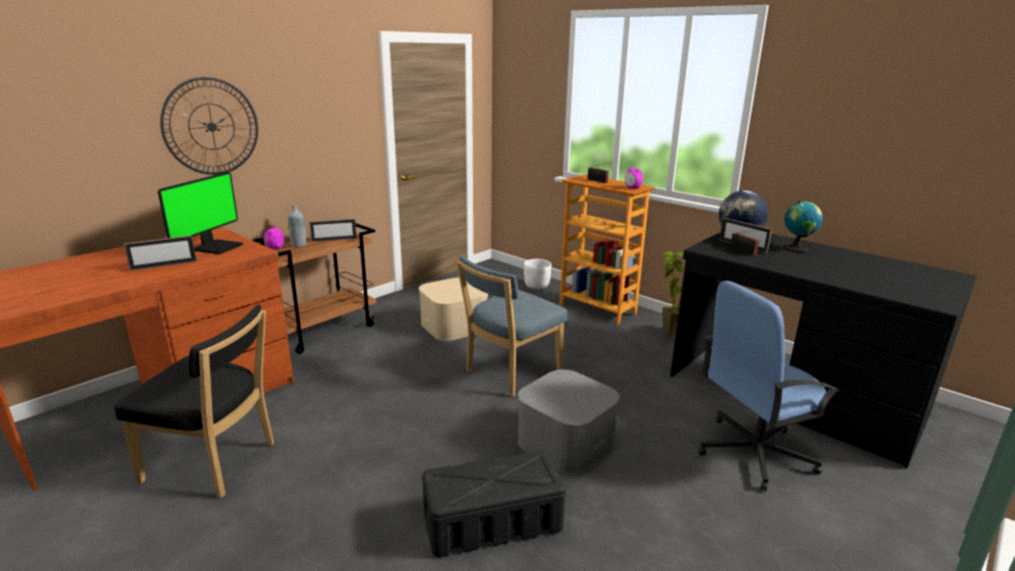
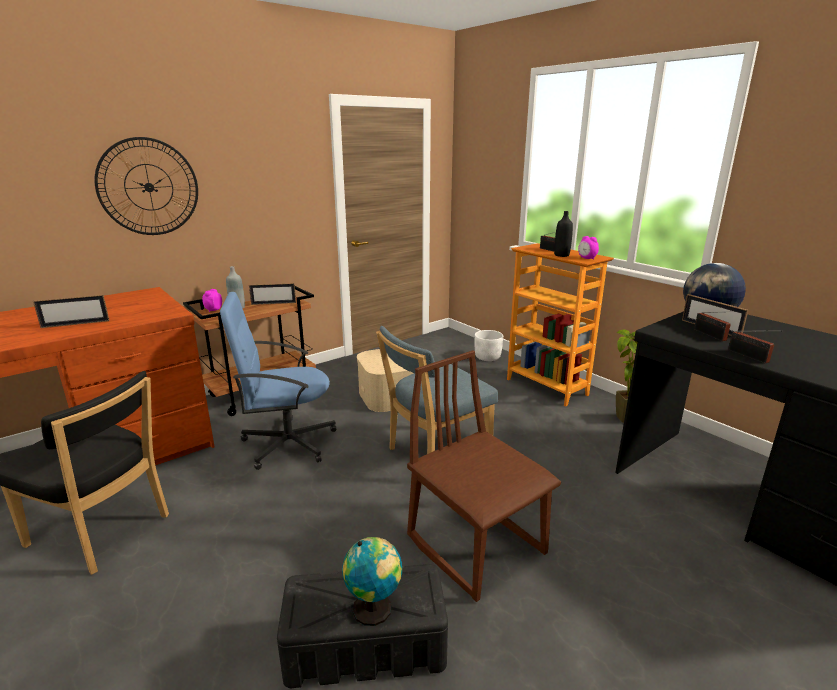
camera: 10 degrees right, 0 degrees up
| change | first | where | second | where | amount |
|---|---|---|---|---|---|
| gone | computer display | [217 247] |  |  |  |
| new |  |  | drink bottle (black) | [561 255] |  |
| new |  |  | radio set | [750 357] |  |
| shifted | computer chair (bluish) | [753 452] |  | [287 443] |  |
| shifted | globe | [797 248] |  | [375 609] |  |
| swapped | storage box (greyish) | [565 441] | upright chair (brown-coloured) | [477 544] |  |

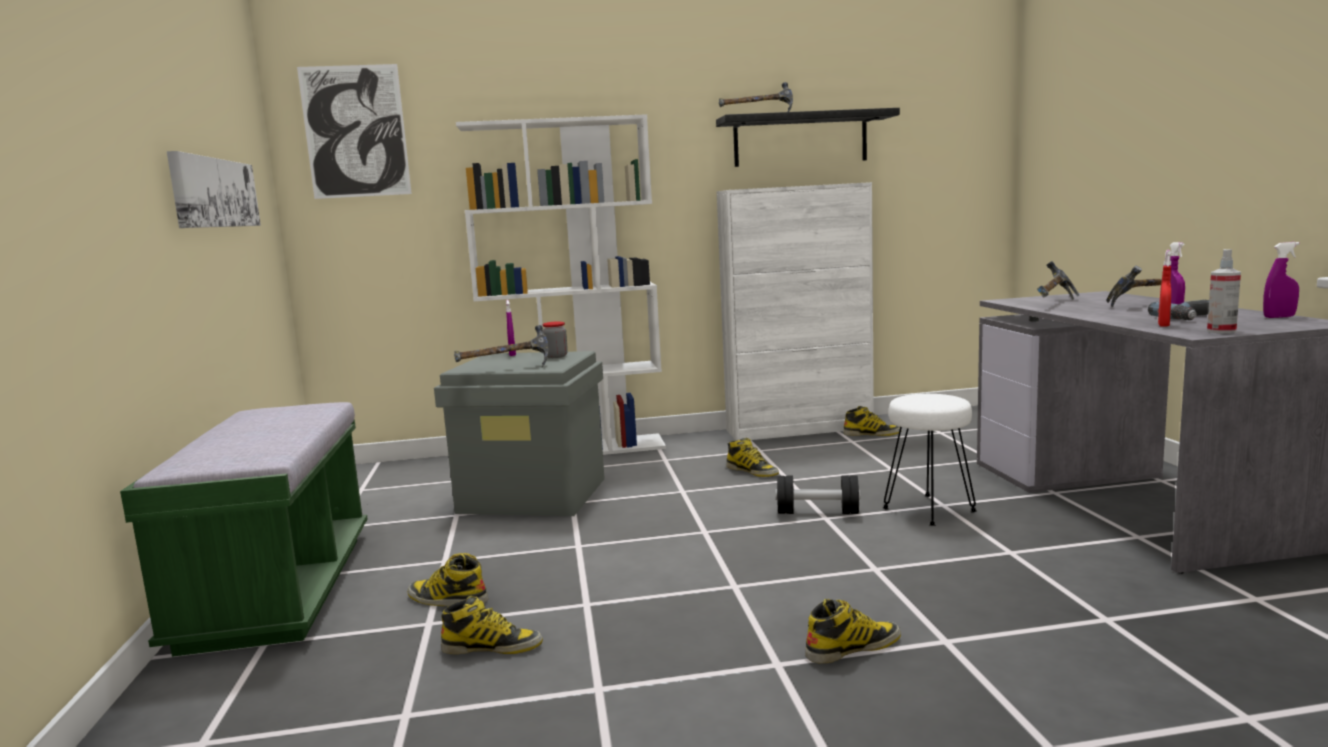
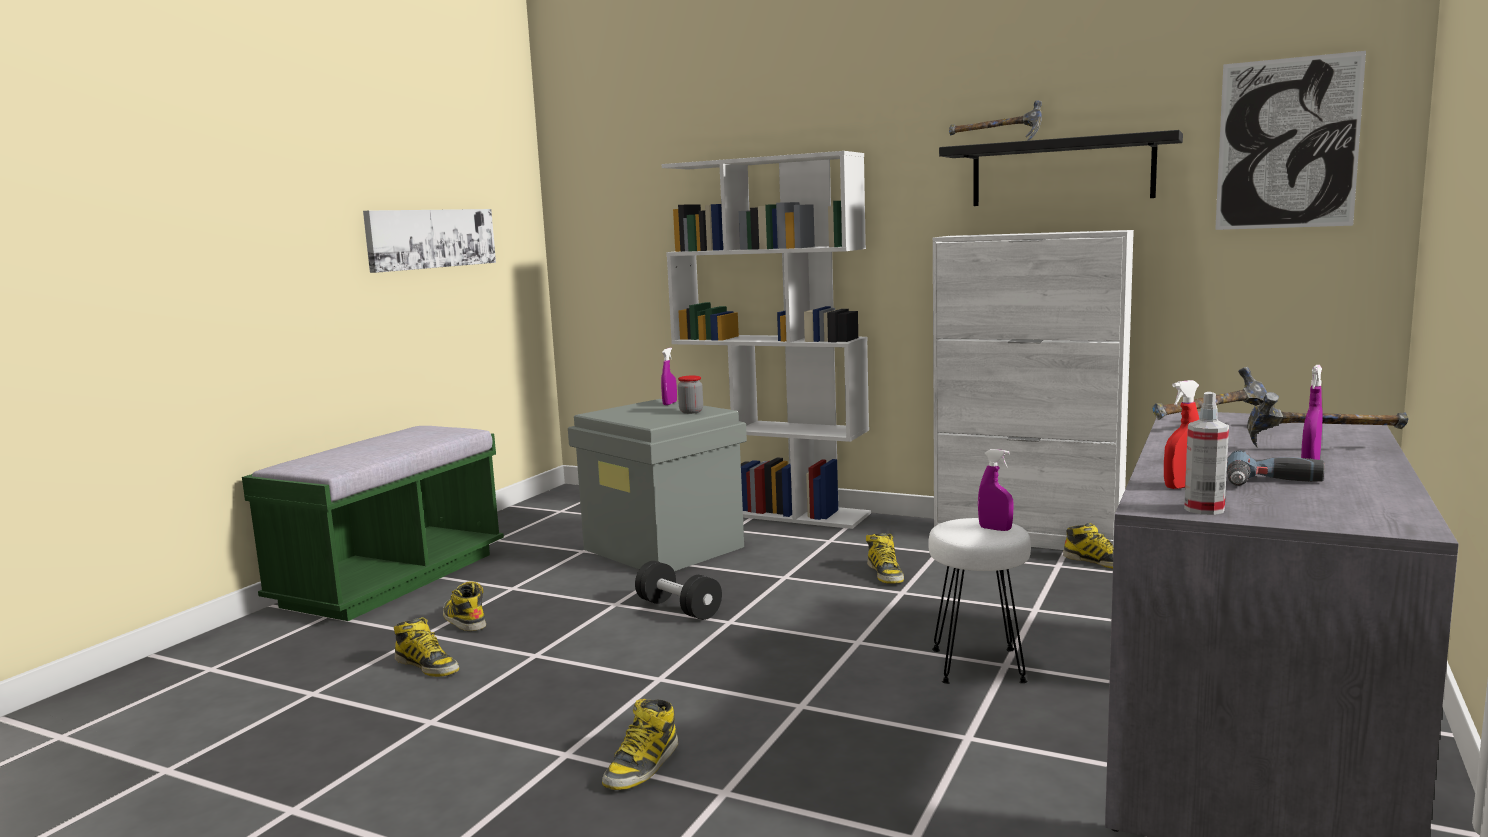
camera: 35 degrees right, 0 degrees up
| change | first | where | second | where | amount |
|---|---|---|---|---|---|
| gone | tool hammer | [506 369] |  |  |  |
| shifted | wall picture | [355 131] |  | [1287 144] |  |
| shifted | free weight (black) | [817 512] |  | [678 608] |  |
| shifted | hand sprayer (purplish) | [1279 317] |  | [995 529] |  |
| rotated | high-top boot | [852 647] |  | [642 765] | 105 degrees clockwise |

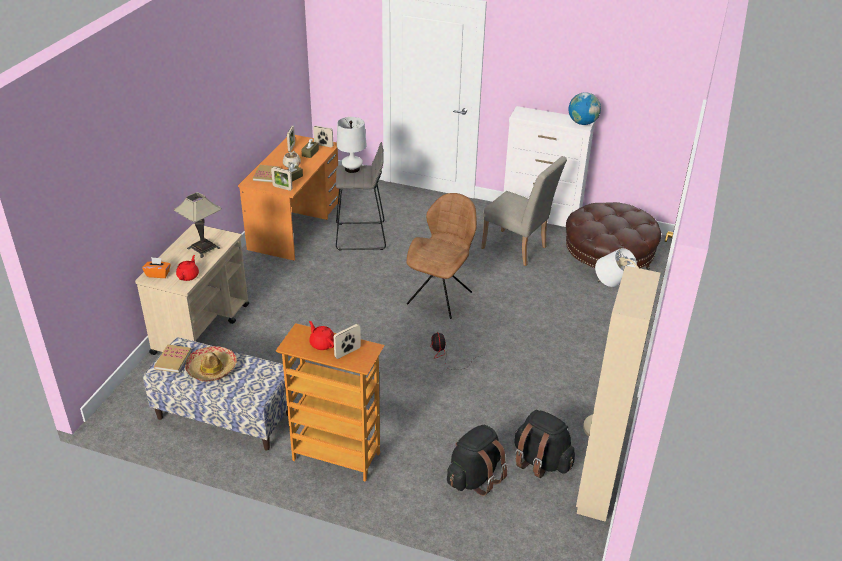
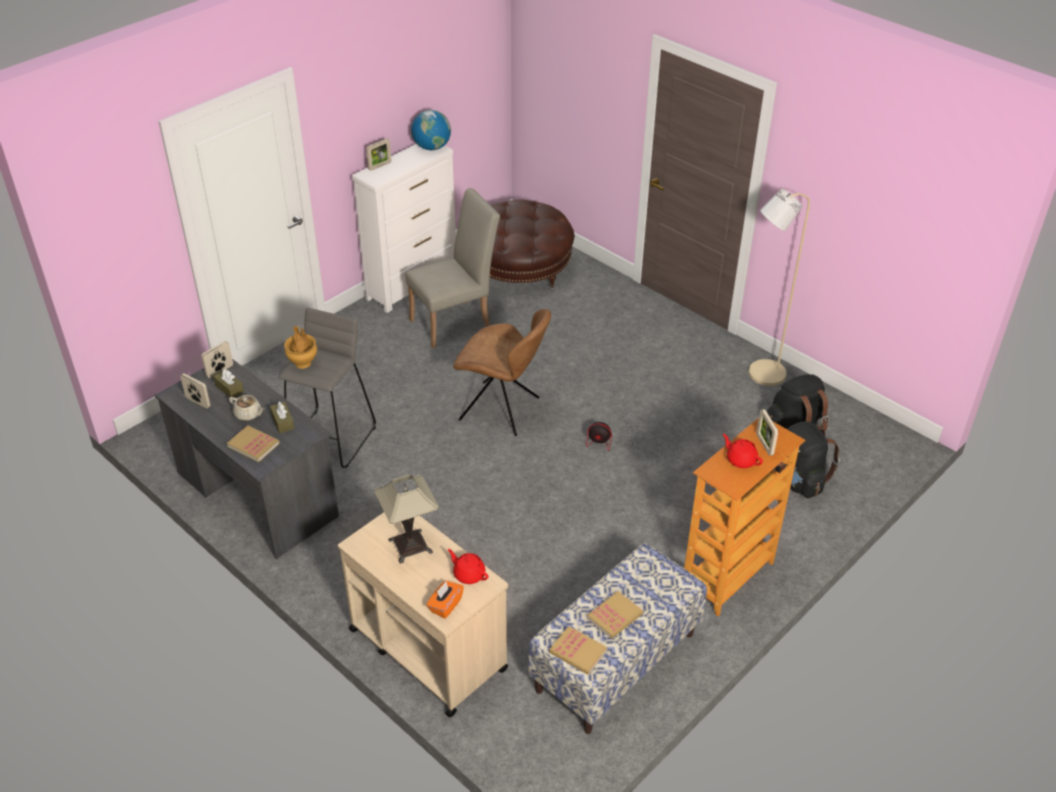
camera: 65 degrees left, 5 degrees up
| change | first | where | second | where | amount |
|---|---|---|---|---|---|
| gone | armoire (beige-coloured) | [596 490] |  |  |  |
| shifted | photo frame | [282 188] |  | [380 166] |  |
| swapped | clothing hat | [212 369] | book | [614 616] |  |
| swapped | lamp for a table (white-coloured) | [352 169] | decorative vase (brown-coloured) | [303 363] |  |
| repainted | desk unit (orange) | [295 226] | desk unit (greyish) | [257 494] |  |
| rotated | pot for tea (red) | [322 343] |  | [741 460] | 60 degrees clockwise |
| rotated | upright chair (brown-coloured) | [441 297] |  | [502 410] | 150 degrees clockwise |

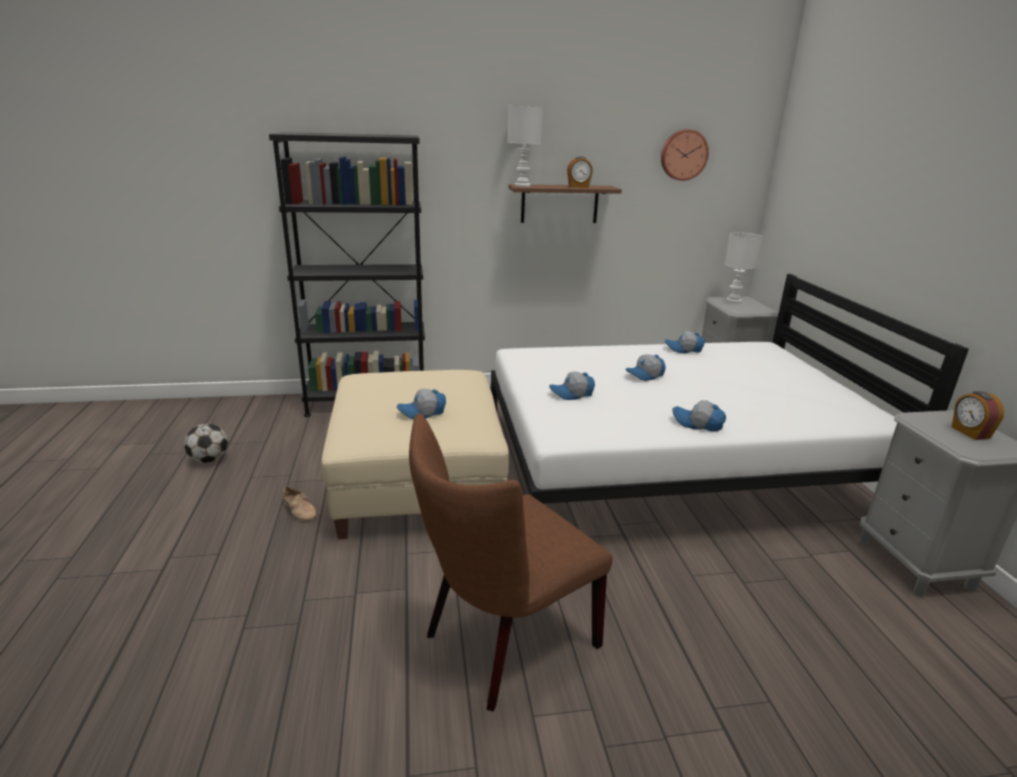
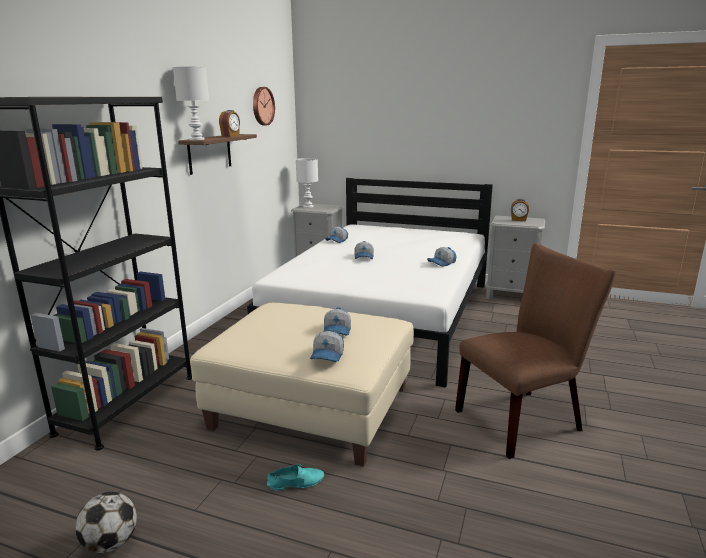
camera: 60 degrees left, 5 degrees down
| change | first | where | second | where | amount |
|---|---|---|---|---|---|
| shifted | baseball cap | [572 394] |  | [328 355] |  |
| repainted | item of footwear (beige-coloured) | [300 509] | item of footwear (turquoise-coloured) | [296 482] |  |
| rotated | upright chair (brown-coloured) | [502 643] |  | [524 419] | 105 degrees counterclockwise |

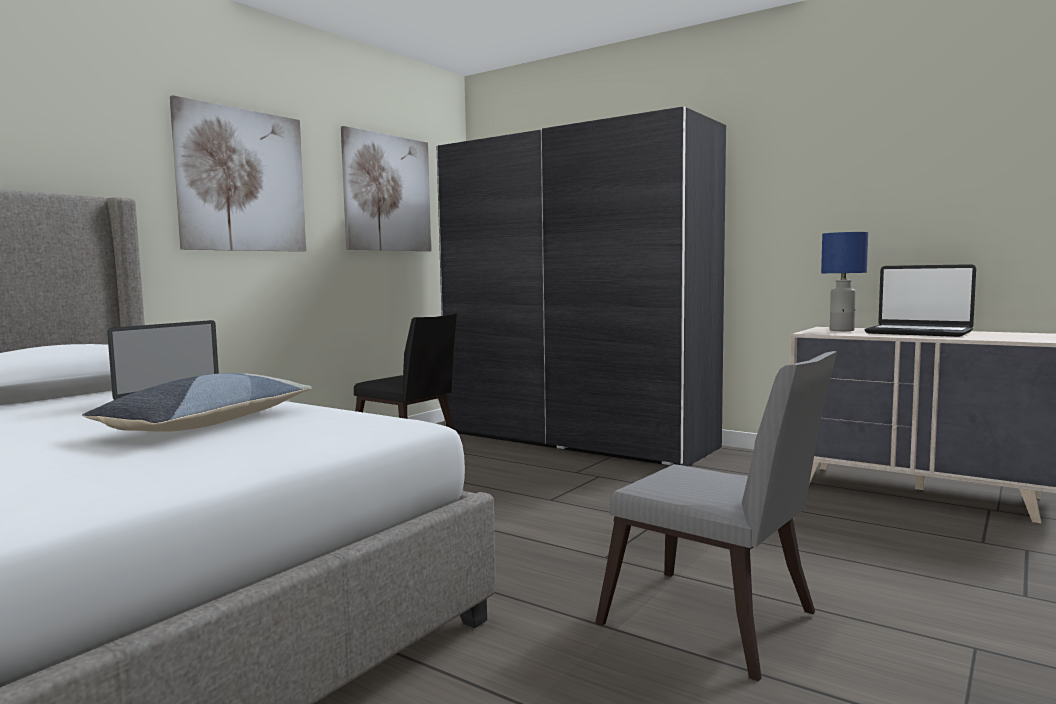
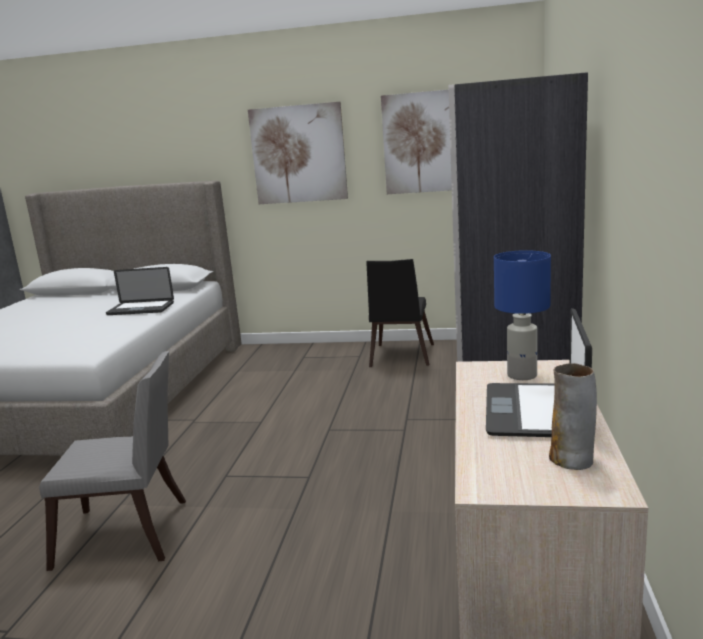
camera: 65 degrees right, 10 degrees up
| change | first | where | second | where | amount |
|---|---|---|---|---|---|
| gone | throw pillow | [208 423] |  |  |  |
| new |  |  | decorative vase | [572 459] |  |
| rotated | upright chair (greyish) | [718 625] |  | [130 535] | 105 degrees counterclockwise |

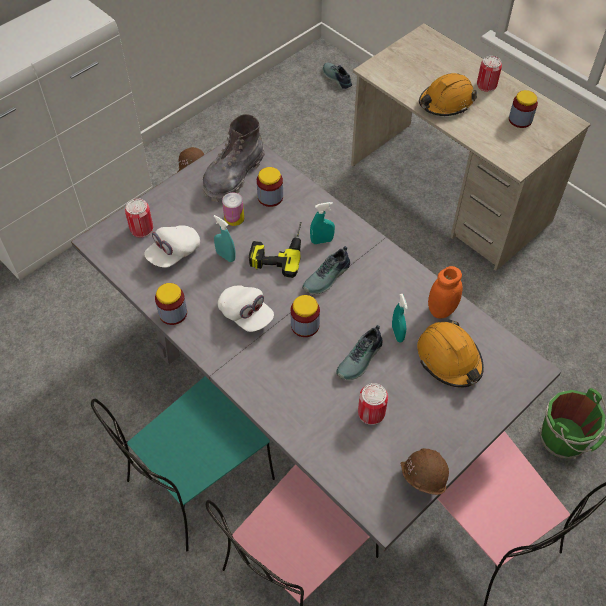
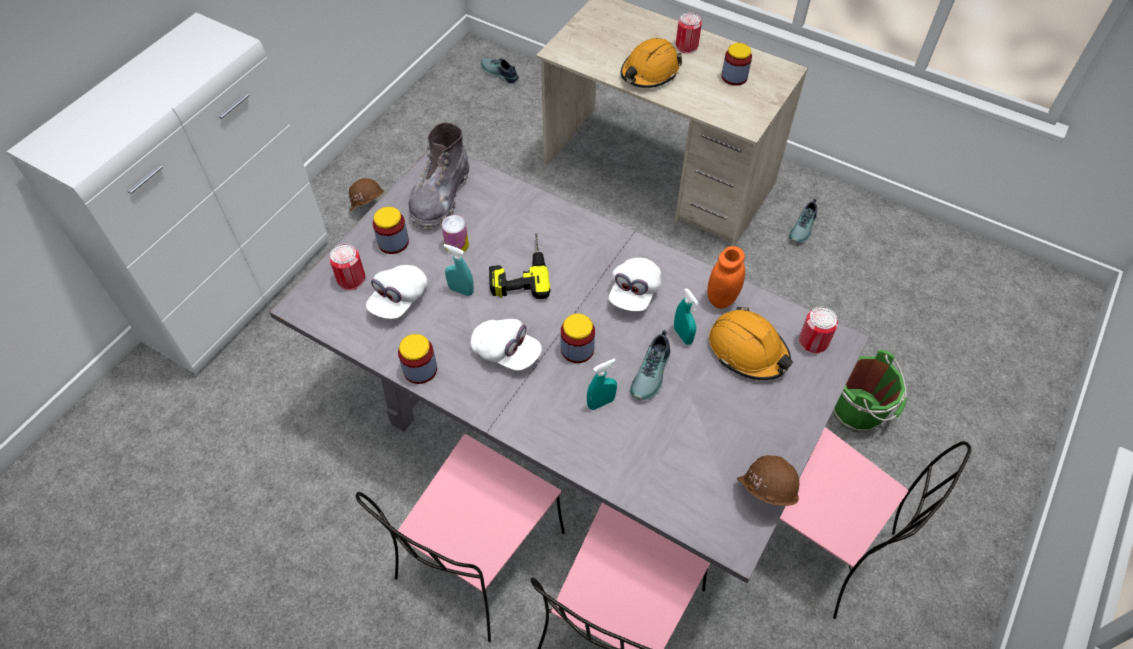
camera: 15 degrees left, 0 degrees up
| change | first | where | second | where | amount |
|---|---|---|---|---|---|
| new |  |  | baseball cap (white-coloured) | [634 293] |  |
| shifted | preserve jar | [270 197] |  | [393 242] |  |
| shifted | item of footwear | [328 277] |  | [804 228] |  |
| shifted | hand sprayer (turquoise-coloured) | [322 241] |  | [601 403] |  |
| shifted | can | [371 412] |  | [813 342] |  |
| repainted | upright chair (turquoise-coloured) | [197 482] | upright chair (pink) | [478 559] |  |

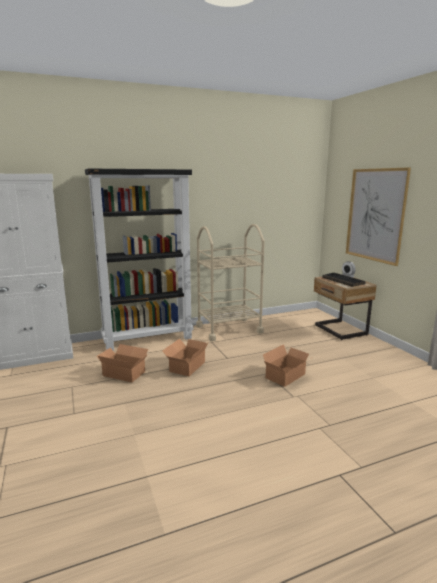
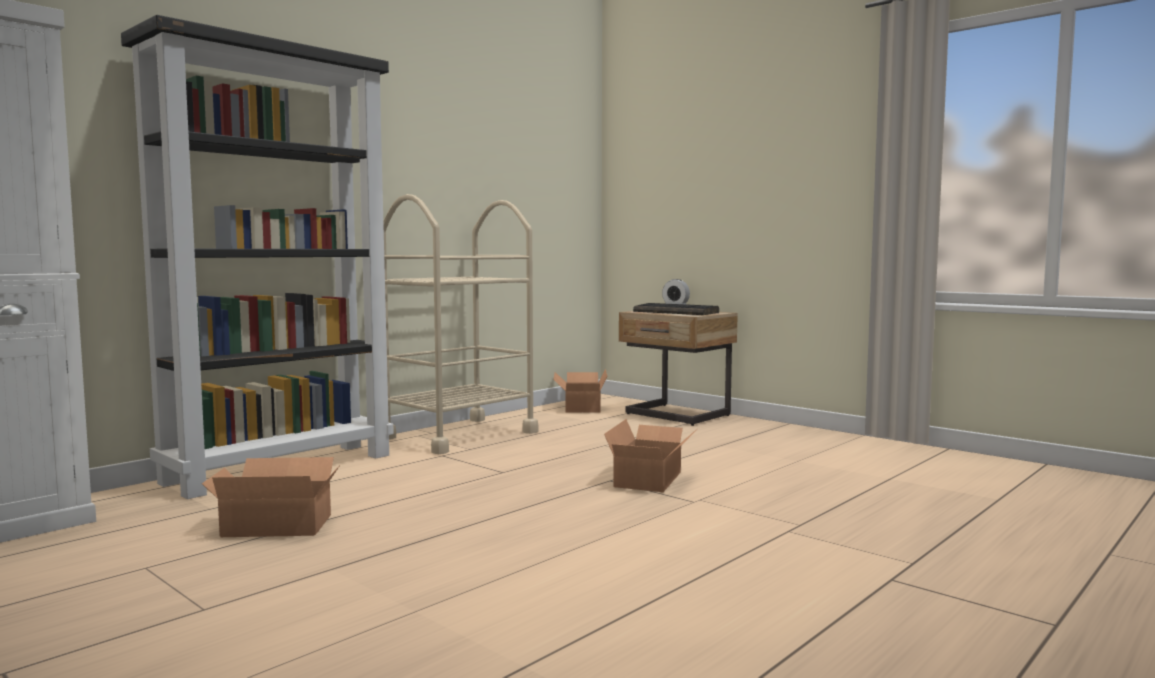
camera: 25 degrees left, 10 degrees down
| change | first | where | second | where | amount |
|---|---|---|---|---|---|
| gone | wall picture | [375 215] |  |  |  |
| shifted | cardboard box | [185 367] |  | [580 407] |  |

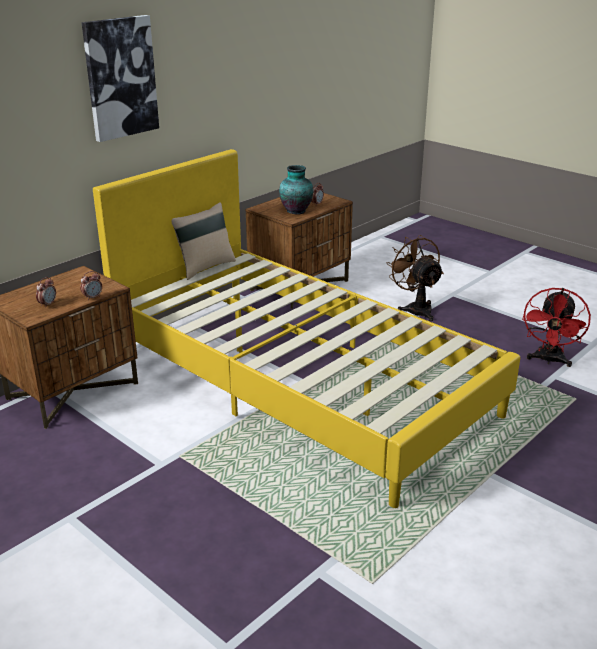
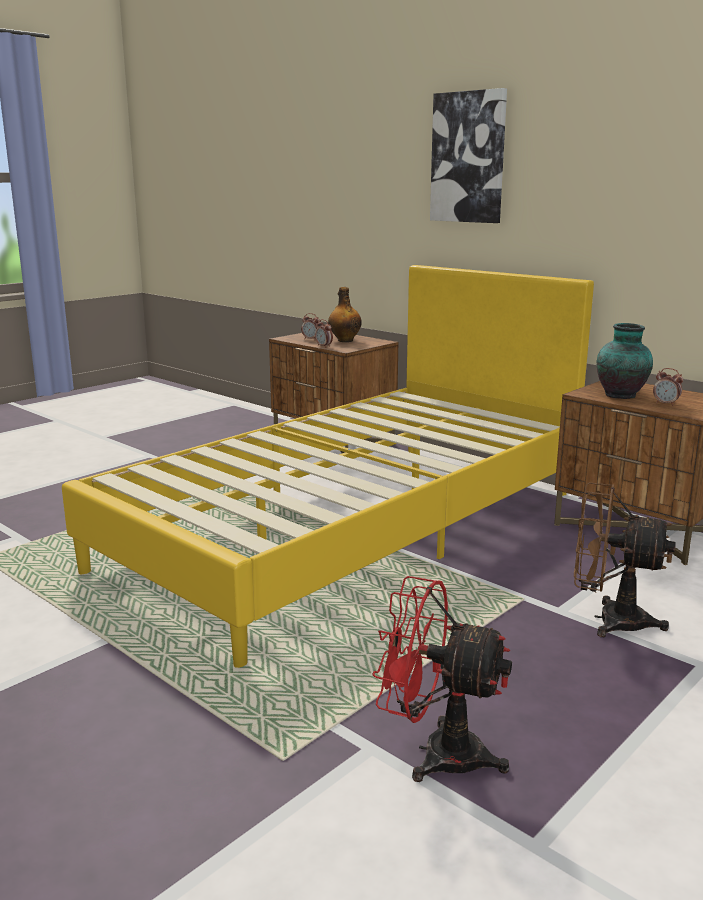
camera: 90 degrees right, 10 degrees down
| change | first | where | second | where | amount |
|---|---|---|---|---|---|
| gone | throw pillow (beige-coloured) | [204 267] |  |  |  |
| new |  |  | drink bottle | [345 340] |  |
| rotated | cooling fan (brown-coloured) | [415 308] |  | [609 620] | 135 degrees counterclockwise |

